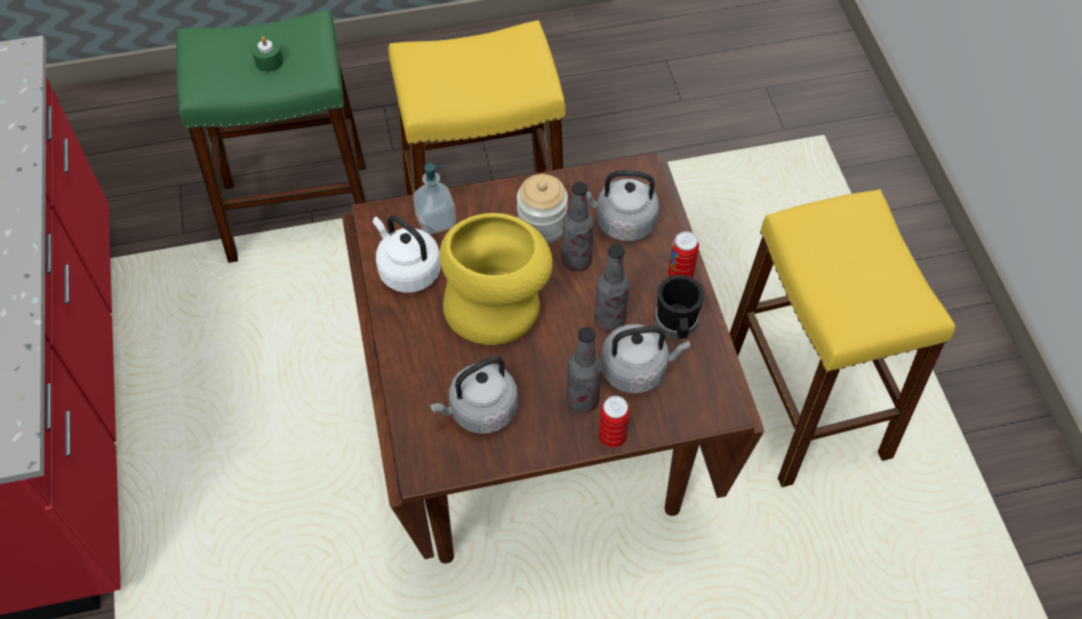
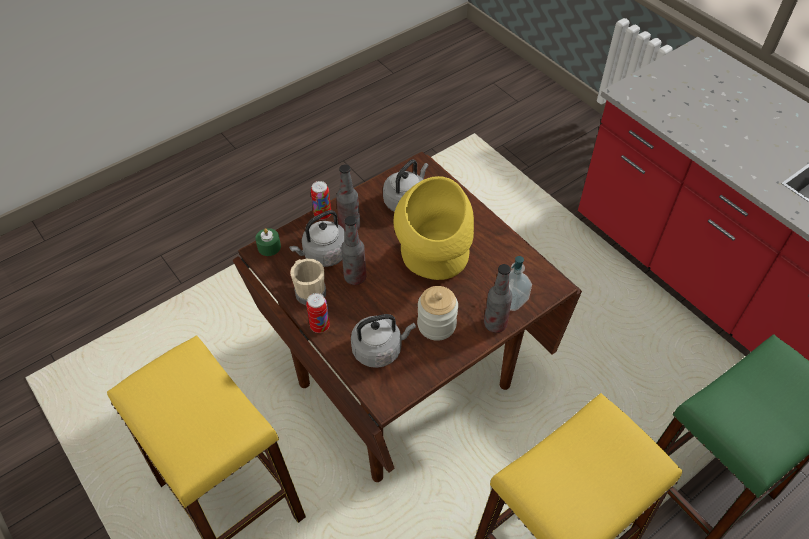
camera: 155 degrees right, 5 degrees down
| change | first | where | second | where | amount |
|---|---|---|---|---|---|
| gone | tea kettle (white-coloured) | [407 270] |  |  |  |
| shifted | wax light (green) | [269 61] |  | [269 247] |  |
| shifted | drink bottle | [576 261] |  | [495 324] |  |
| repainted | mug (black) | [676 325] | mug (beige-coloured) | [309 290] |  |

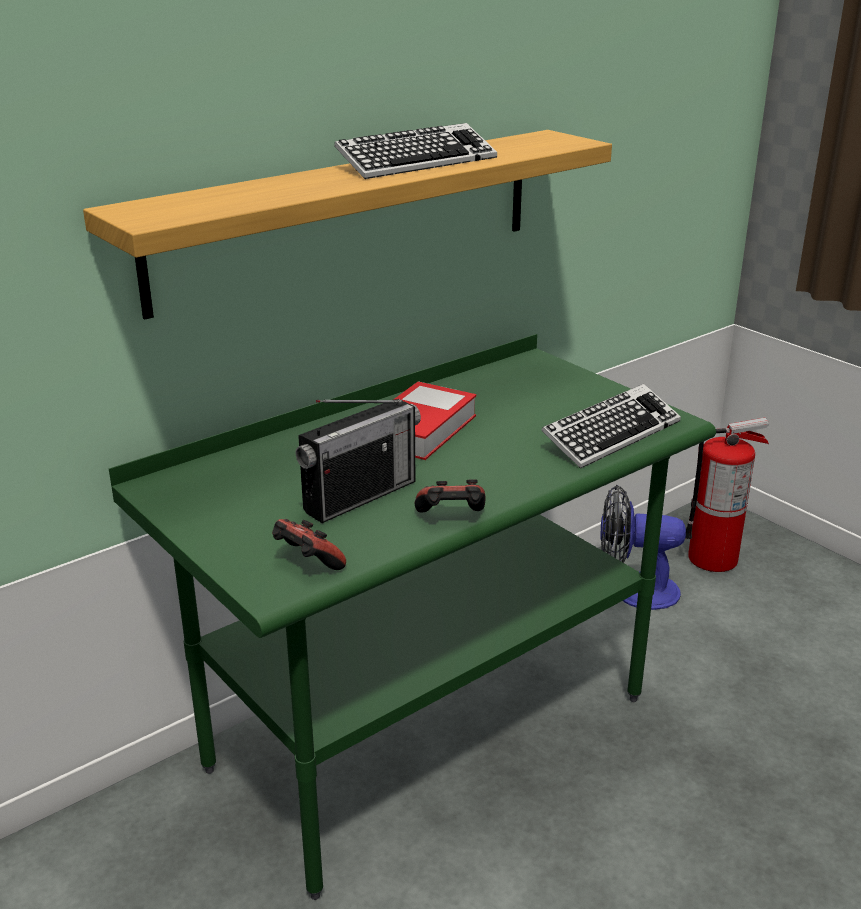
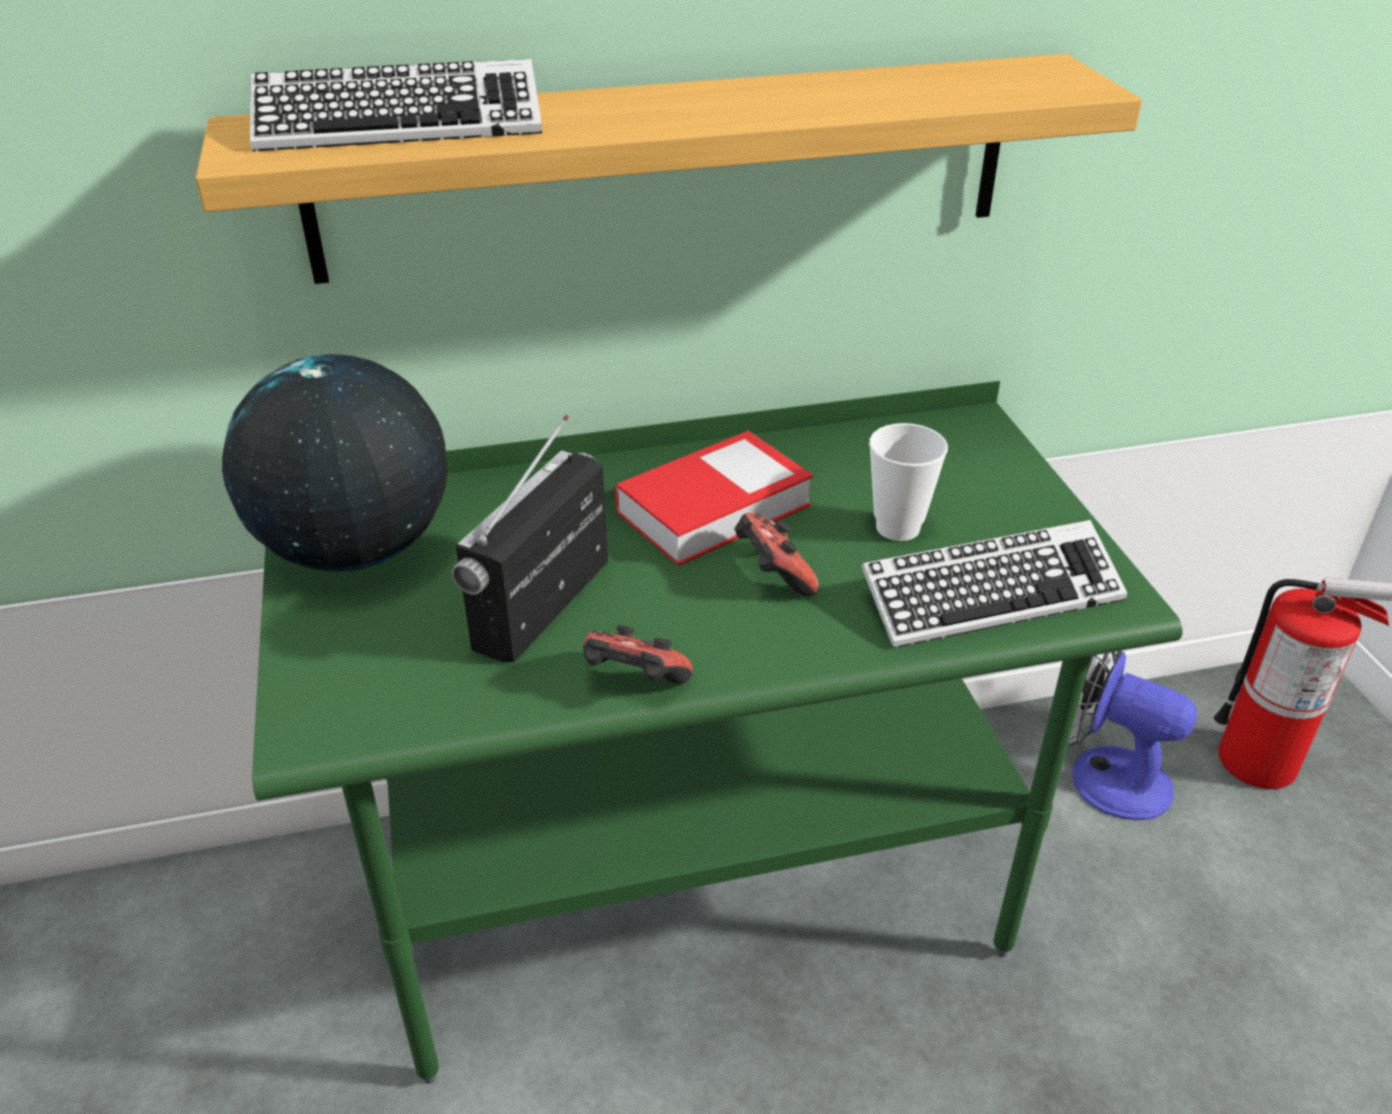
camera: 25 degrees right, 10 degrees up
| change | first | where | second | where | amount |
|---|---|---|---|---|---|
| new |  |  | globe | [355 550] |  |
| new |  |  | drinking cup | [897 528] |  |
| shifted | game controller | [307 563] |  | [772 575] |  |
| shifted | PC keyboard | [417 162] |  | [400 125] |  |
| rotated | radio set | [360 496] |  | [543 605] | 135 degrees clockwise |

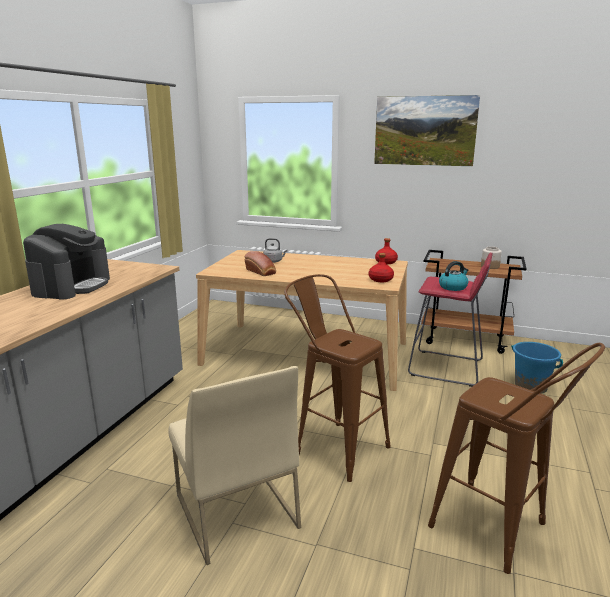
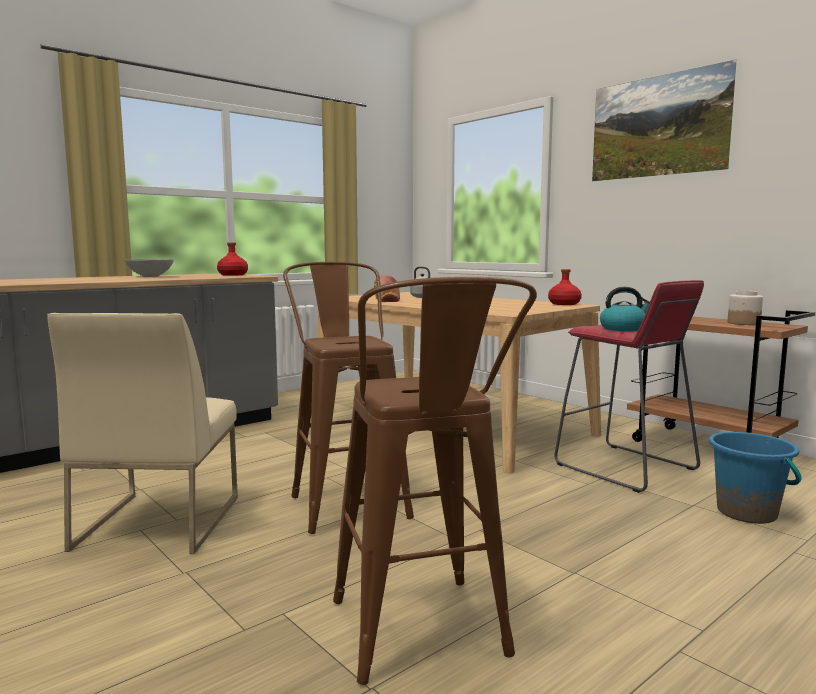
camera: 30 degrees right, 10 degrees down
| change | first | where | second | where | amount |
|---|---|---|---|---|---|
| shifted | drink bottle (red) | [381 279] |  | [233 275] |  |
| swapped | coffee maker | [72 286] | serving bowl (greyish) | [151 276] |  |

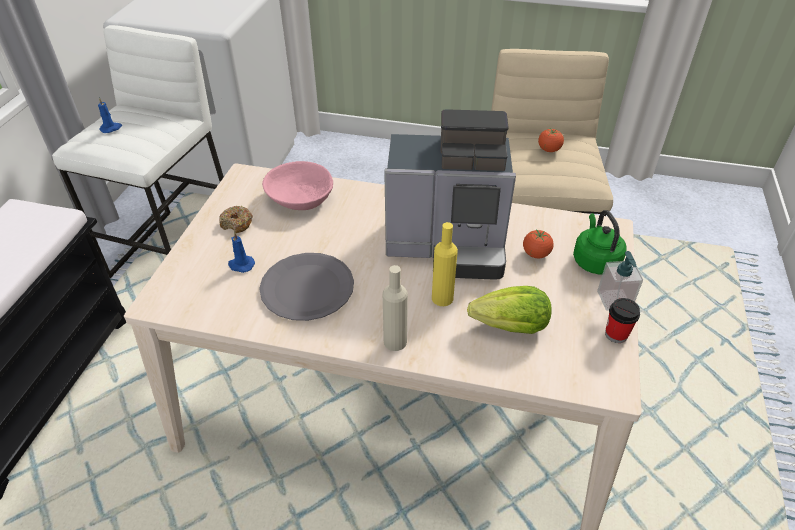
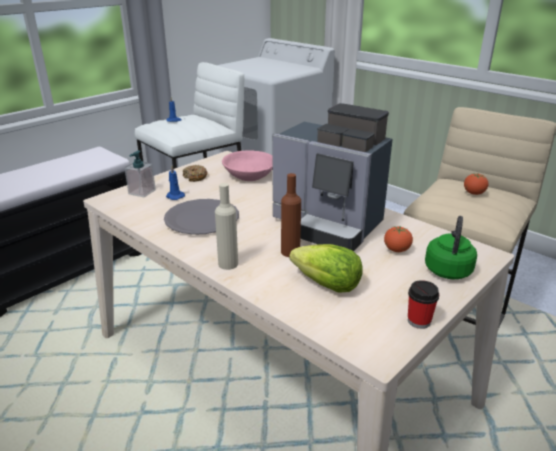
camera: 30 degrees right, 15 degrees down
| change | first | where | second | where | amount |
|---|---|---|---|---|---|
| shifted | soap dispenser | [614 300] |  | [142 192] |  |
| repainted | drink bottle (yellow-coloured) | [442 298] | drink bottle (brown-coloured) | [290 252] |  |

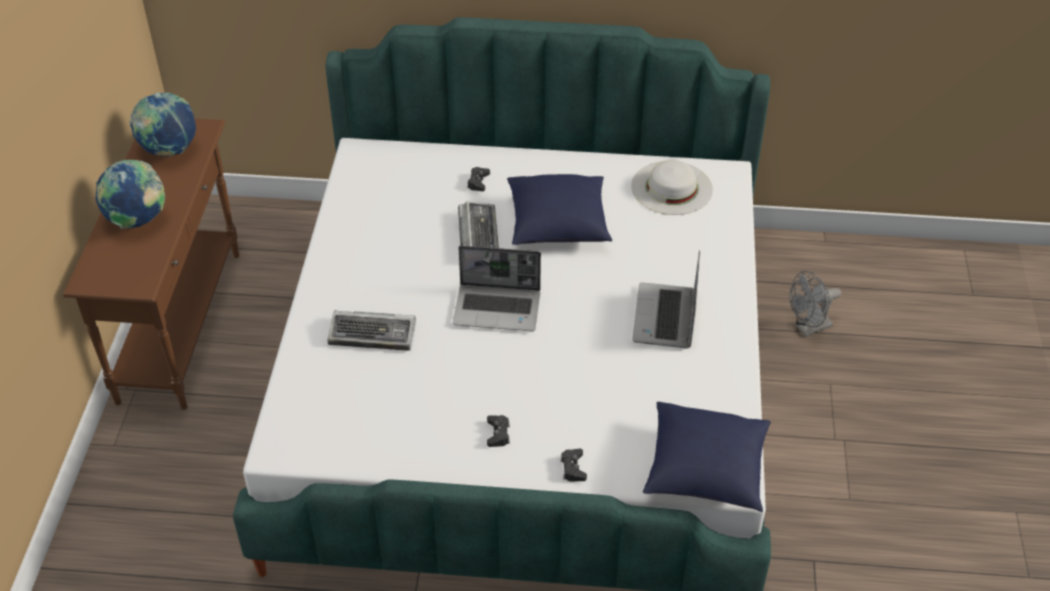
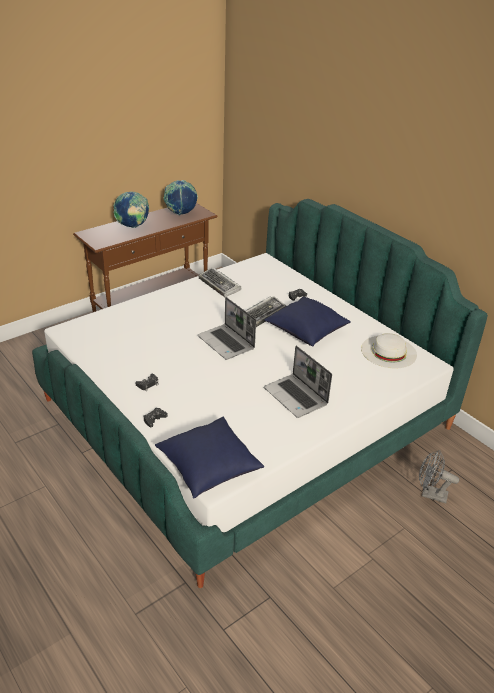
camera: 45 degrees right, 10 degrees down
| change | first | where | second | where | amount |
|---|---|---|---|---|---|
| shifted | PC keyboard | [373 334] |  | [220 285] |  |
| rotated | notebook computer | [666 318] |  | [296 397] | 90 degrees counterclockwise |

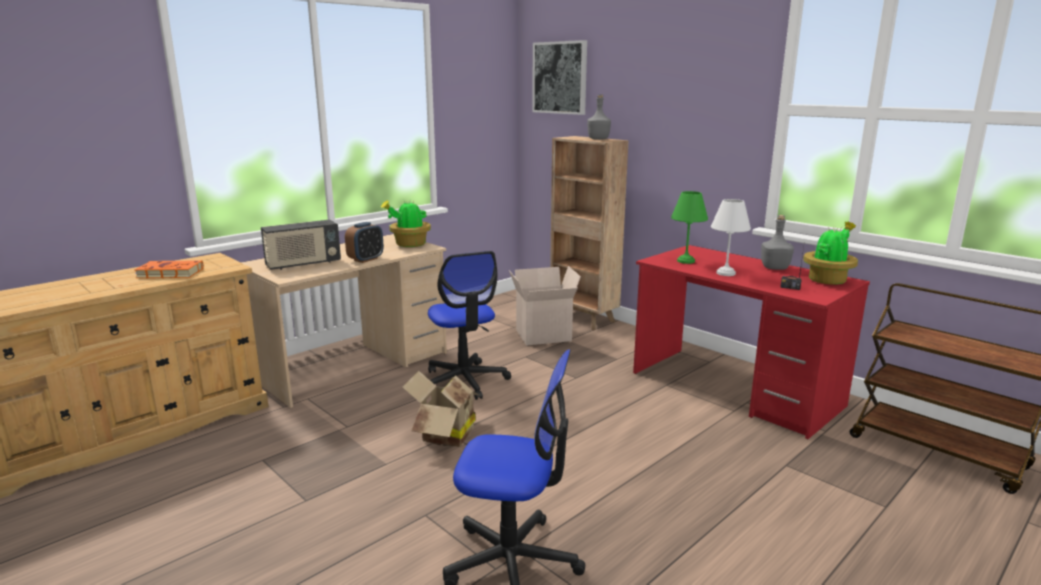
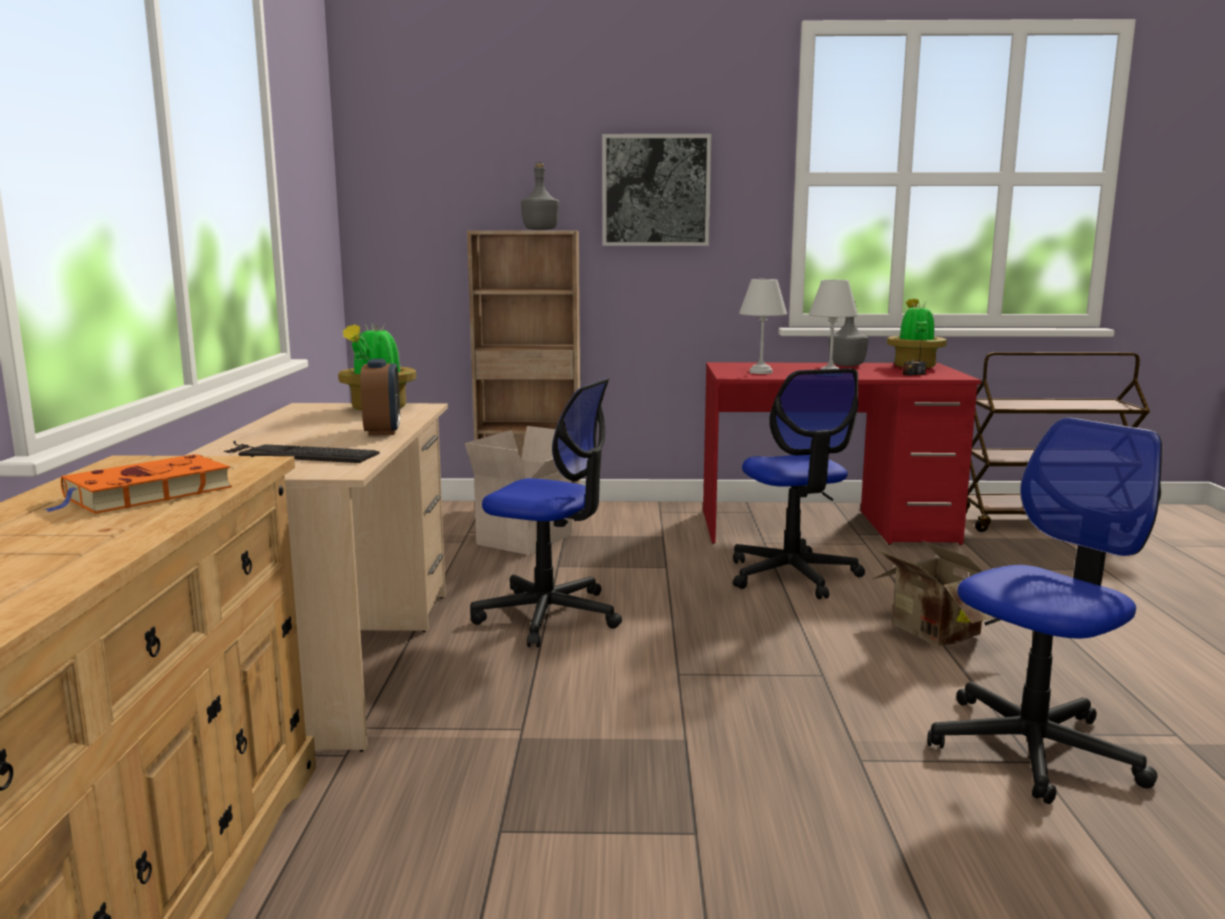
camera: 45 degrees left, 5 degrees down
| change | first | where | second | where | amount |
|---|---|---|---|---|---|
| new |  |  | computer chair | [792 575] |  |
| shifted | cardboard box | [444 436] |  | [932 634] |  |
| shifted | wall picture | [560 78] |  | [656 190] |  |
| swapped | radio set | [303 264] | PC keyboard | [295 454] |  |
| repainted | lamp for a table (green) | [685 261] | lamp for a table (white-coloured) | [761 372] |  |

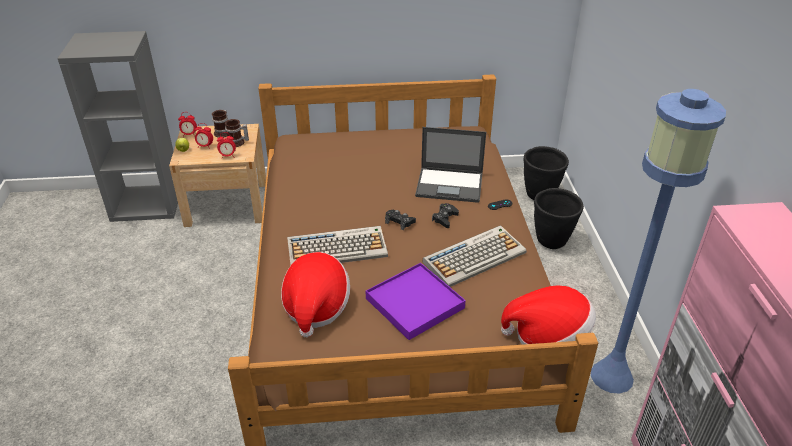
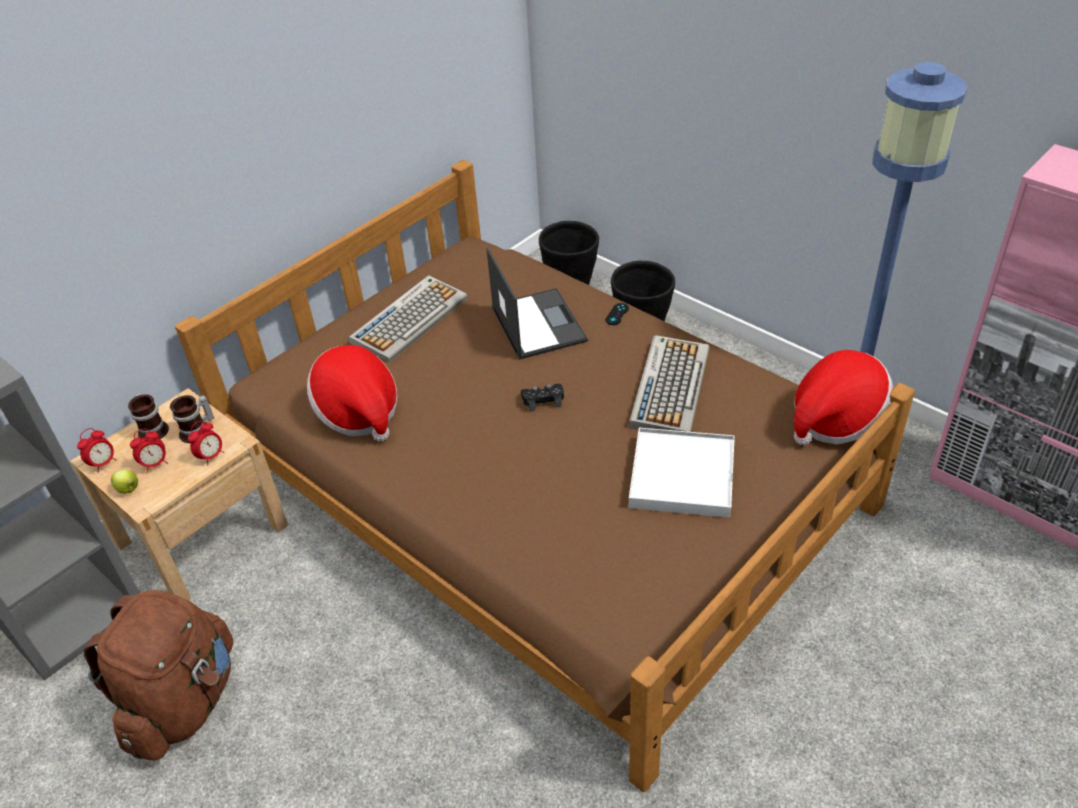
camera: 40 degrees left, 5 degrees up
| change | first | where | second | where | amount |
|---|---|---|---|---|---|
| gone | game controller (black) | [445 218] |  |  |  |
| new |  |  | knapsack (brown-coloured) | [184 702] |  |
| shifted | clothing hat | [316 307] |  | [358 412] |  |
| shifted | PC keyboard | [338 248] |  | [409 319] |  |
| repainted | tray (purplish) | [414 303] | tray (white-coloured) | [682 476] |  |
| rotated | notebook computer | [450 185] |  | [537 323] | 75 degrees counterclockwise |

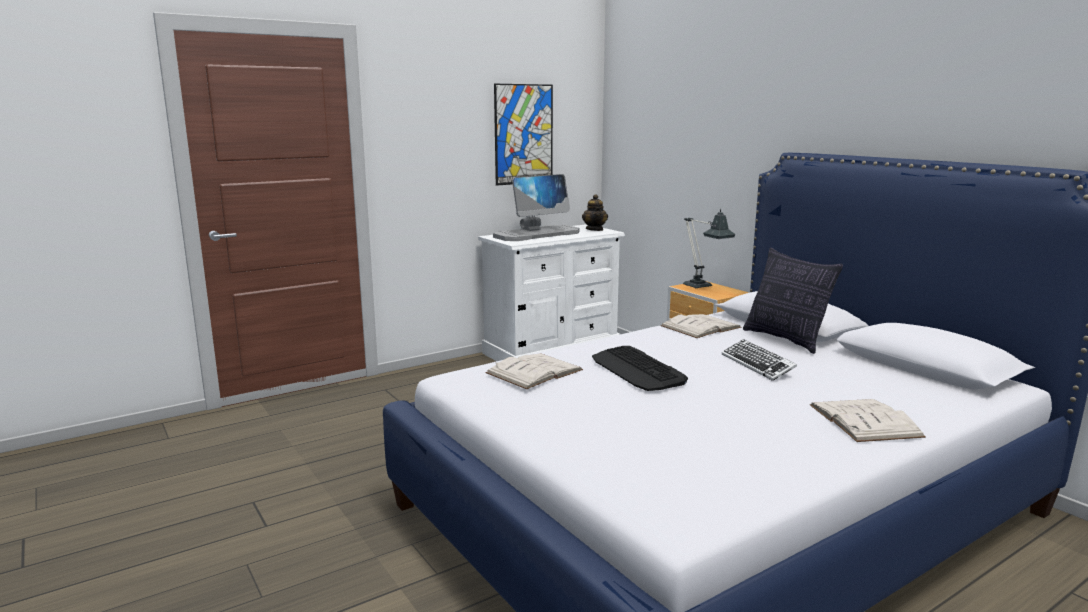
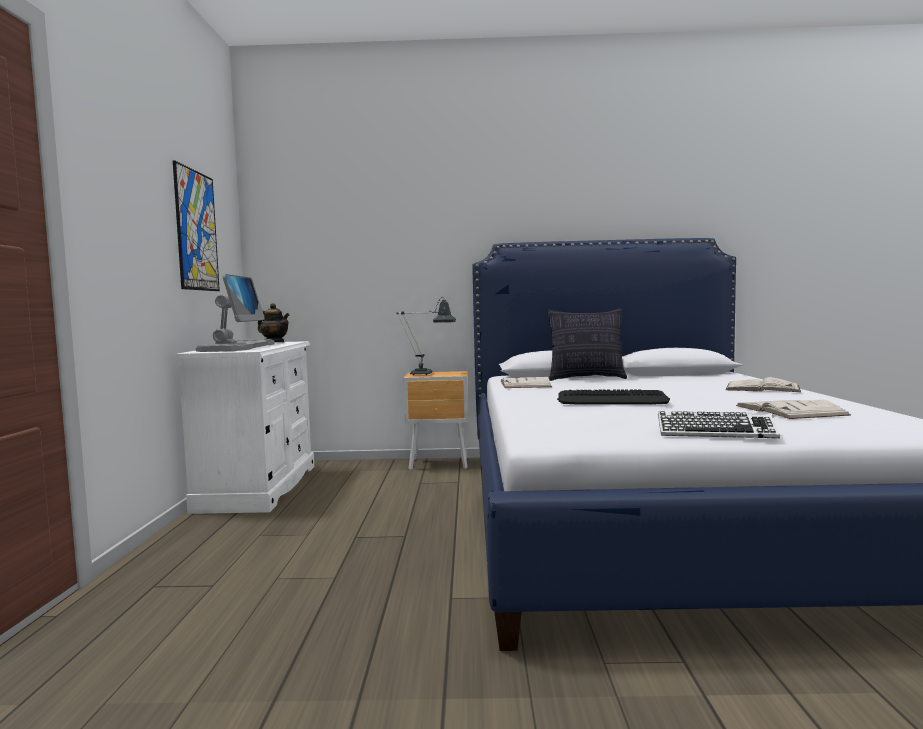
camera: 55 degrees left, 10 degrees down
| change | first | where | second | where | amount |
|---|---|---|---|---|---|
| shifted | book (white-coloured) | [534 371] |  | [790 410] |  |
| shifted | PC keyboard | [757 365] |  | [715 433] |  |

